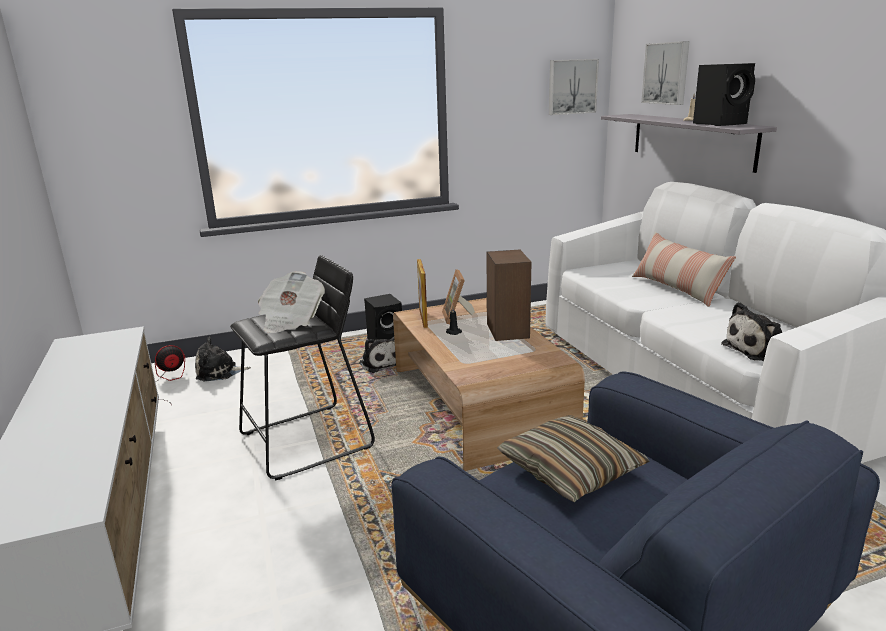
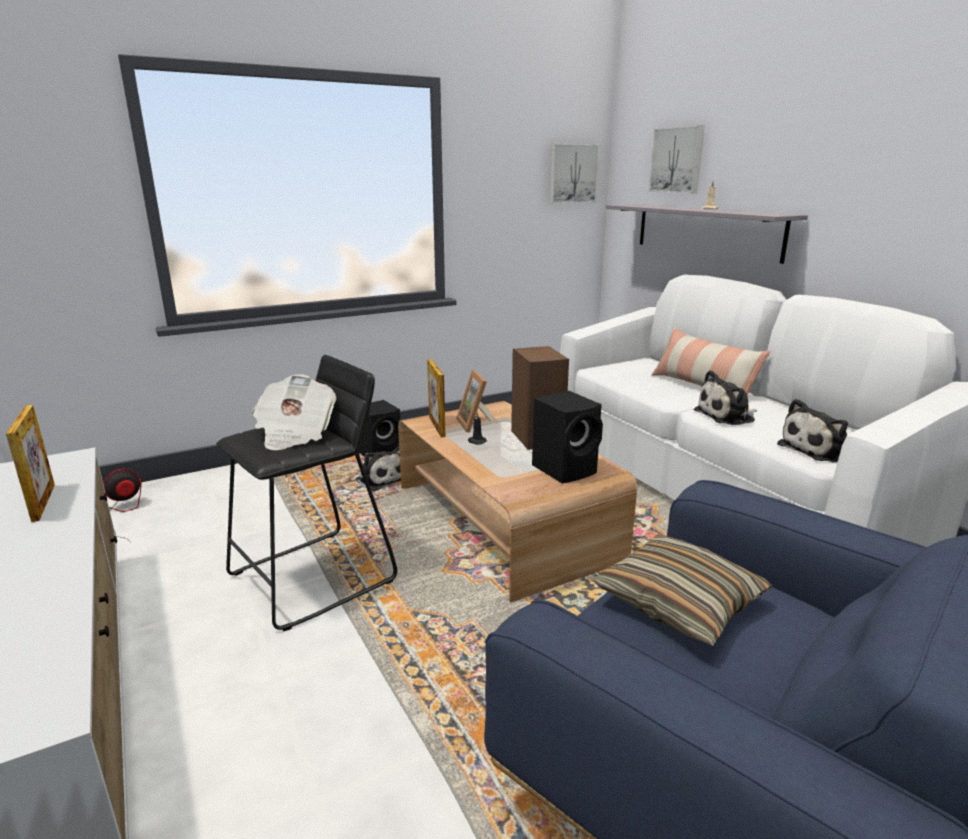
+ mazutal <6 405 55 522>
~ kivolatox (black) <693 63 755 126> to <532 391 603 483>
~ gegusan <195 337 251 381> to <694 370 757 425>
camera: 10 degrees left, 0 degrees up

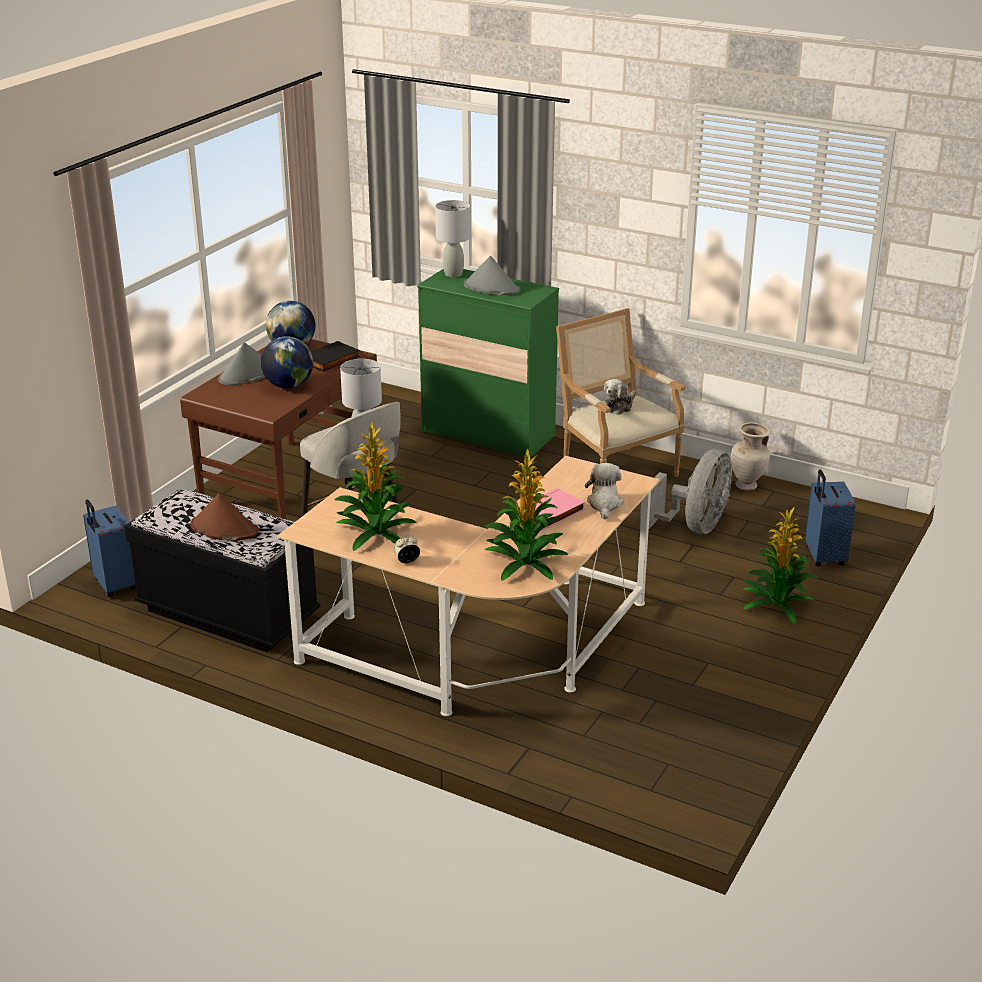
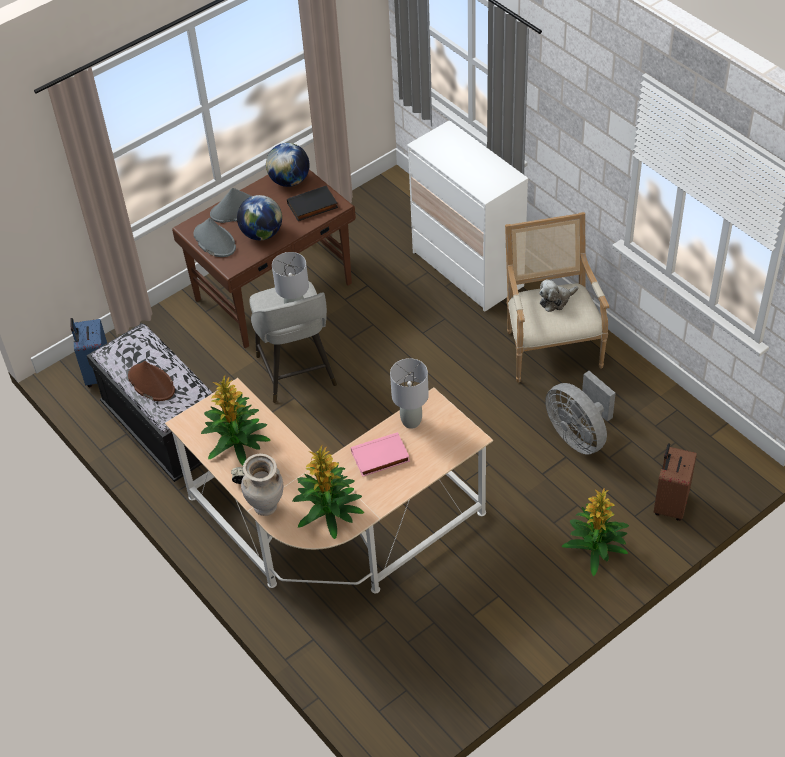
~ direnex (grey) <464 256 520 295> to <194 218 236 257>
~ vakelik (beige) <730 422 770 490> to <241 454 283 516>
~ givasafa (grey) <435 200 470 277> to <390 358 429 429>
~ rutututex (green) <417 269 559 458> to rutututex (white) <407 120 528 312>
~ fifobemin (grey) <640 449 732 534> = <545 371 616 454> 90 degrees clockwise
~ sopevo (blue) <805 469 856 566> to sopevo (brown) <653 443 697 521>
- gegusan <585 463 624 520>
camera: 25 degrees right, 20 degrees up

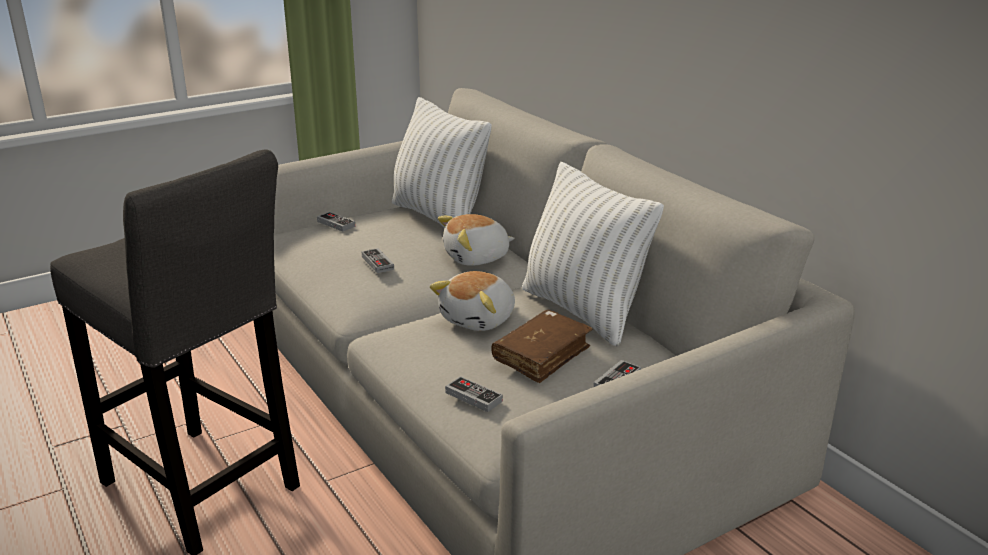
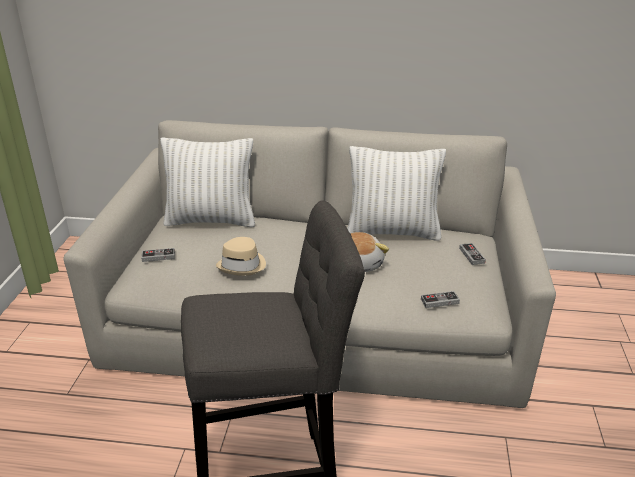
~ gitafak <362 248 394 273> to direnex (beige) <216 237 266 276>
- gegusan <438 214 515 266>
- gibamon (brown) <491 310 592 383>
camera: 50 degrees left, 5 degrees up

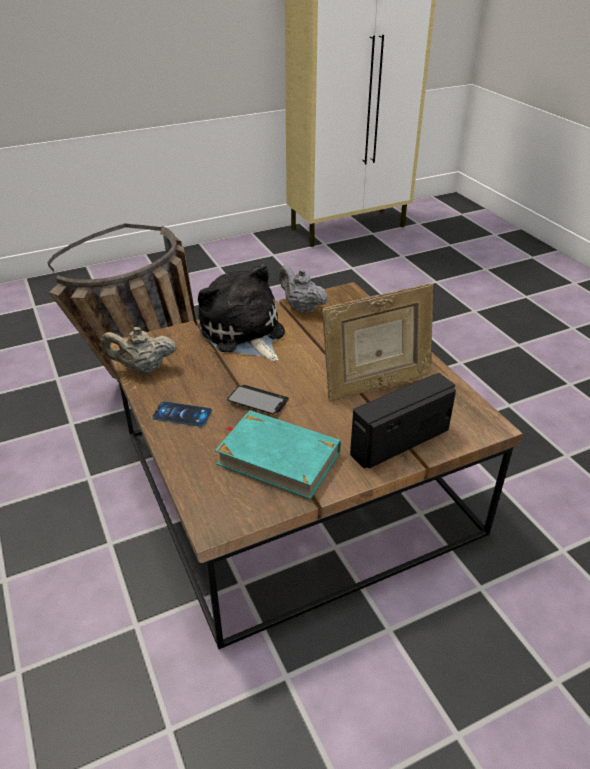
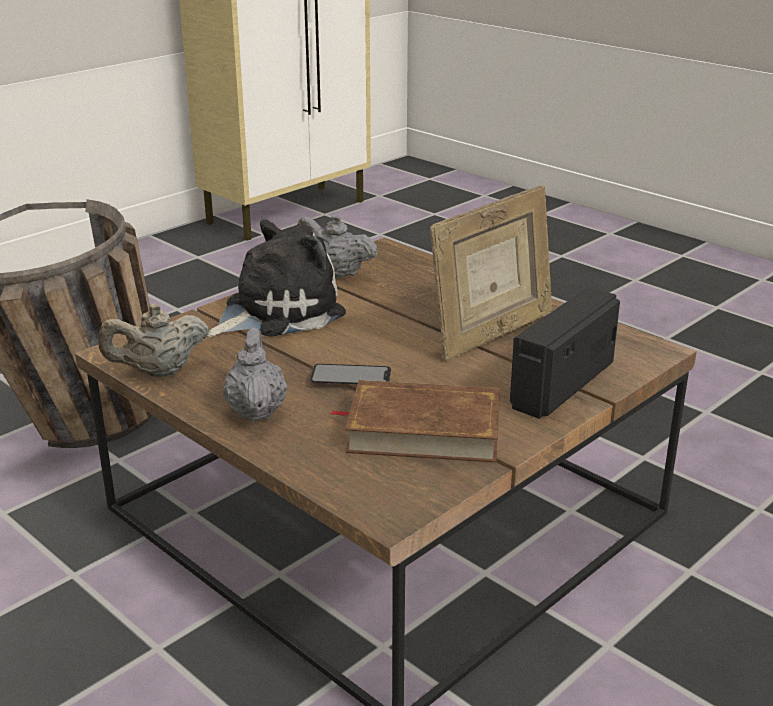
~ gegusan <198 264 285 361> = <207 219 346 337> 105 degrees clockwise
~ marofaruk <152 401 212 427> to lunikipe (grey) <223 327 287 421>
~ gibamon (turquoise) <215 410 341 499> to gibamon (brown) <329 380 500 462>
camera: 20 degrees left, 10 degrees down

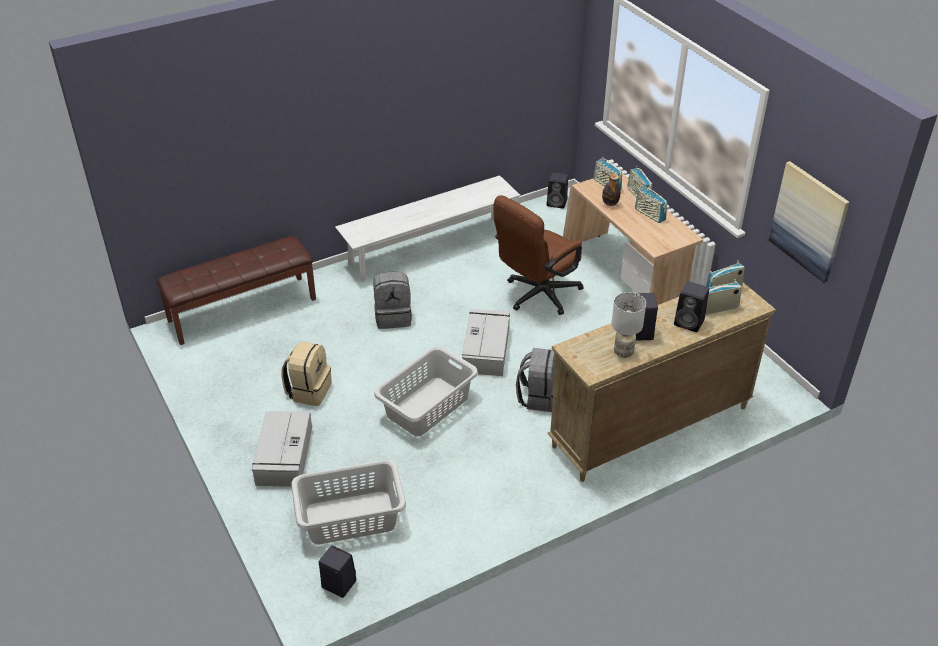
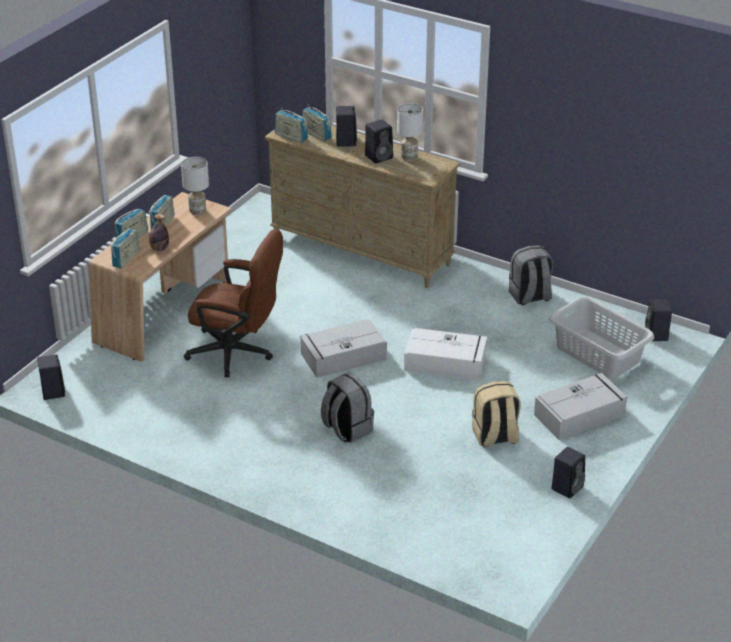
+ givasafa (white) <181 157 209 215>
~ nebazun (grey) <374 346 478 436> to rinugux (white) <404 328 487 380>
~ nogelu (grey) <516 348 556 412> to <509 245 553 305>
+ kivolatox (black) <551 447 585 498>
- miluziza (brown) <157 236 316 345>
- miluziza (white) <335 175 520 282>
- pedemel <769 161 849 283>
camera: 120 degrees left, 5 degrees down

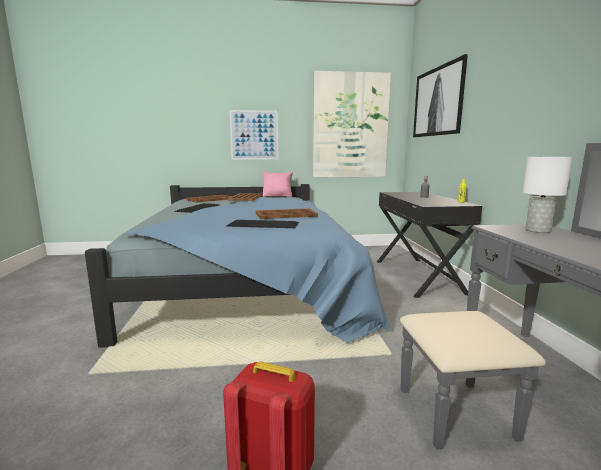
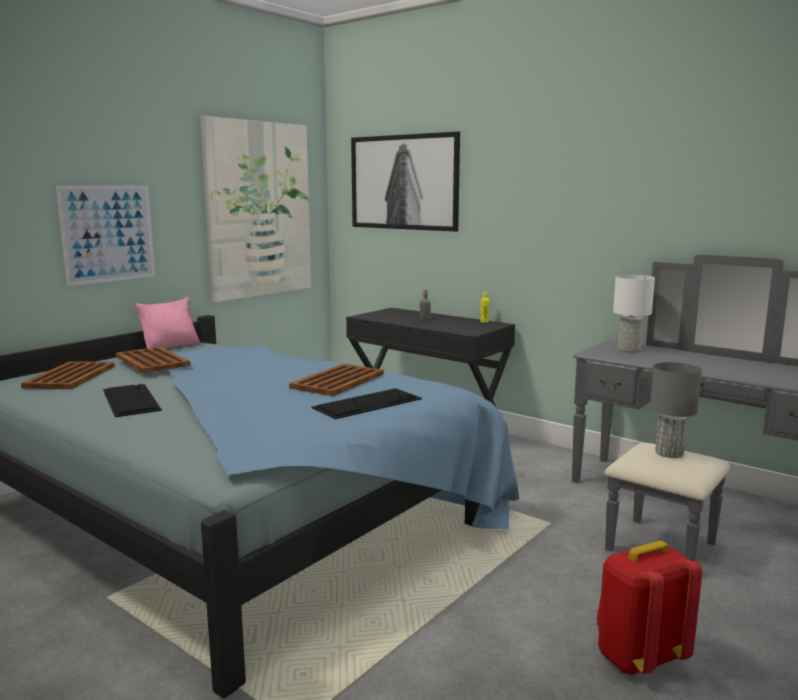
+ givasafa (grey) <650 362 702 458>
camera: 45 degrees left, 0 degrees up

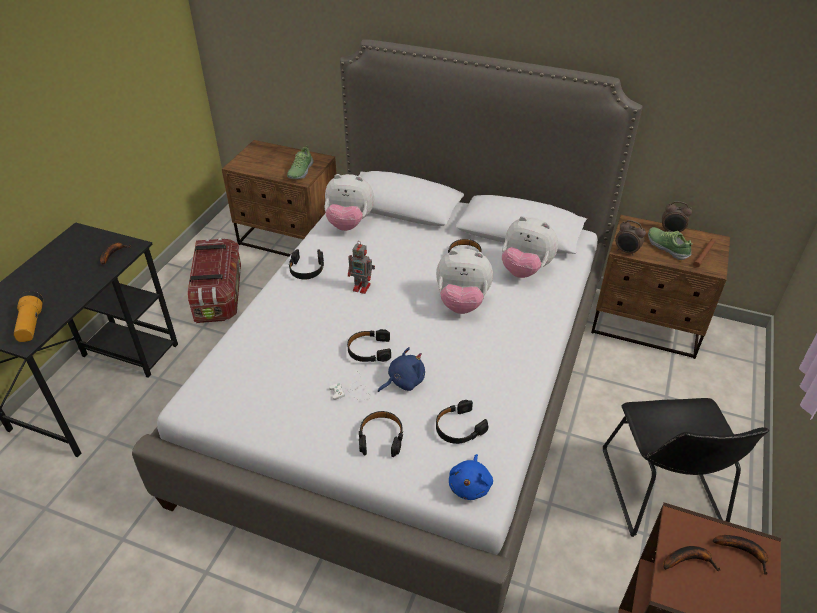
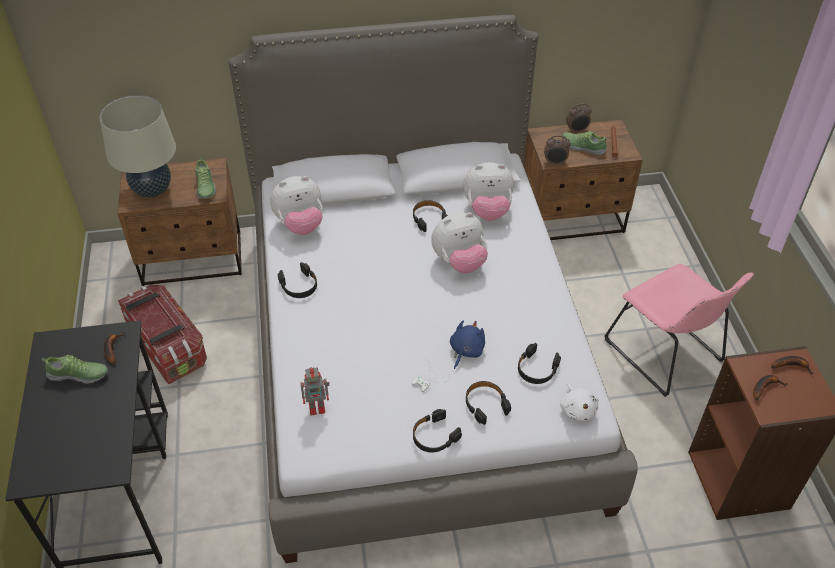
+ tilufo <42 355 108 384>
+ givasafa (beige) <100 95 176 197>
~ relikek <348 242 375 294> to <300 367 330 415>
~ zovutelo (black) <347 329 391 362> to <413 409 462 452>
~ gegusan (blue) <449 454 493 500> to gegusan (white) <560 383 599 421>
~ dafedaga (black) <603 398 769 537> to dafedaga (pink) <604 264 754 397>
- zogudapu <14 291 43 342>
camera: 30 degrees left, 5 degrees up

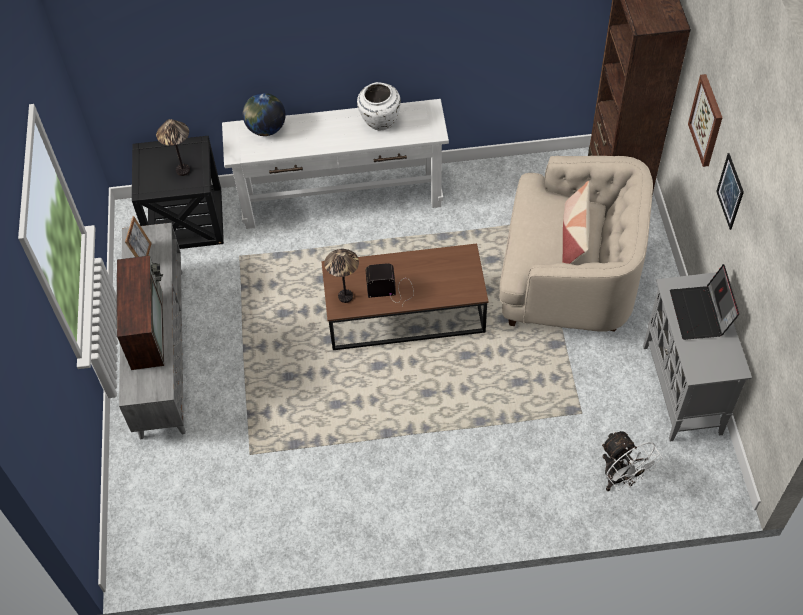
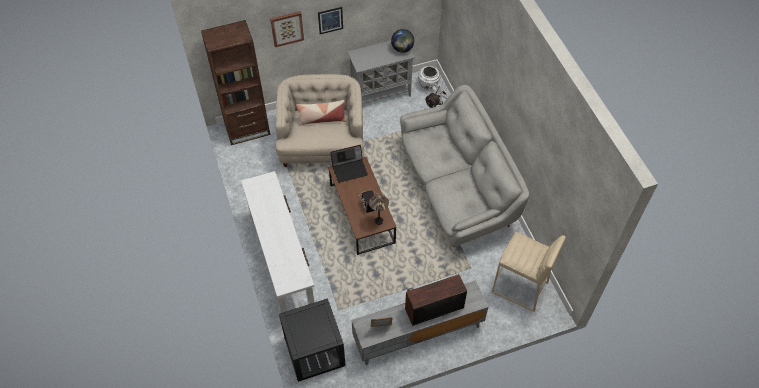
~ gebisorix <670 264 739 340> to <330 145 368 183>
~ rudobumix <243 93 285 136> to <391 29 414 53>
+ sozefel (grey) <400 85 529 247>
~ vakelik (white) <357 82 401 130> to <418 66 441 90>
+ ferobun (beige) <492 232 566 312>
- givasafa <156 119 190 176>
camera: 105 degrees left, 0 degrees up

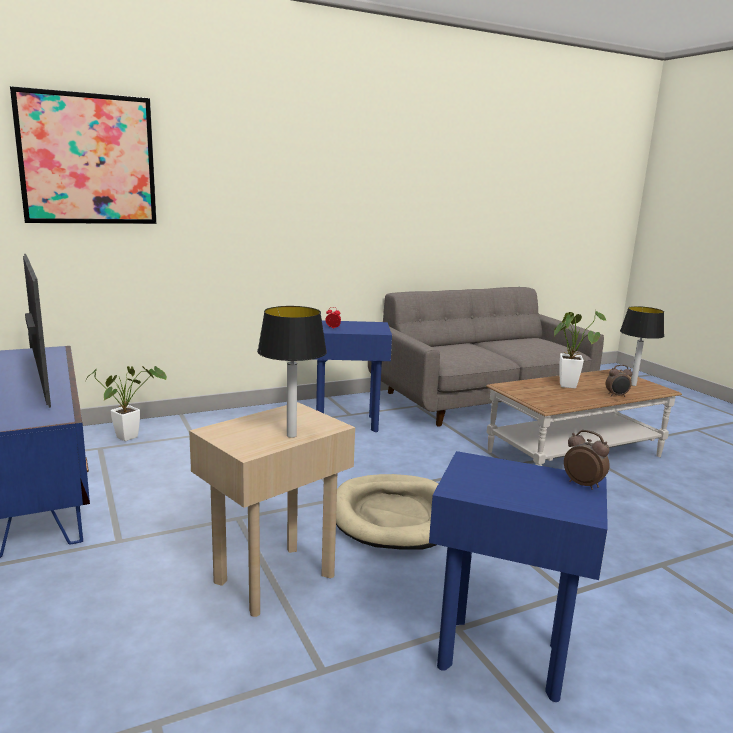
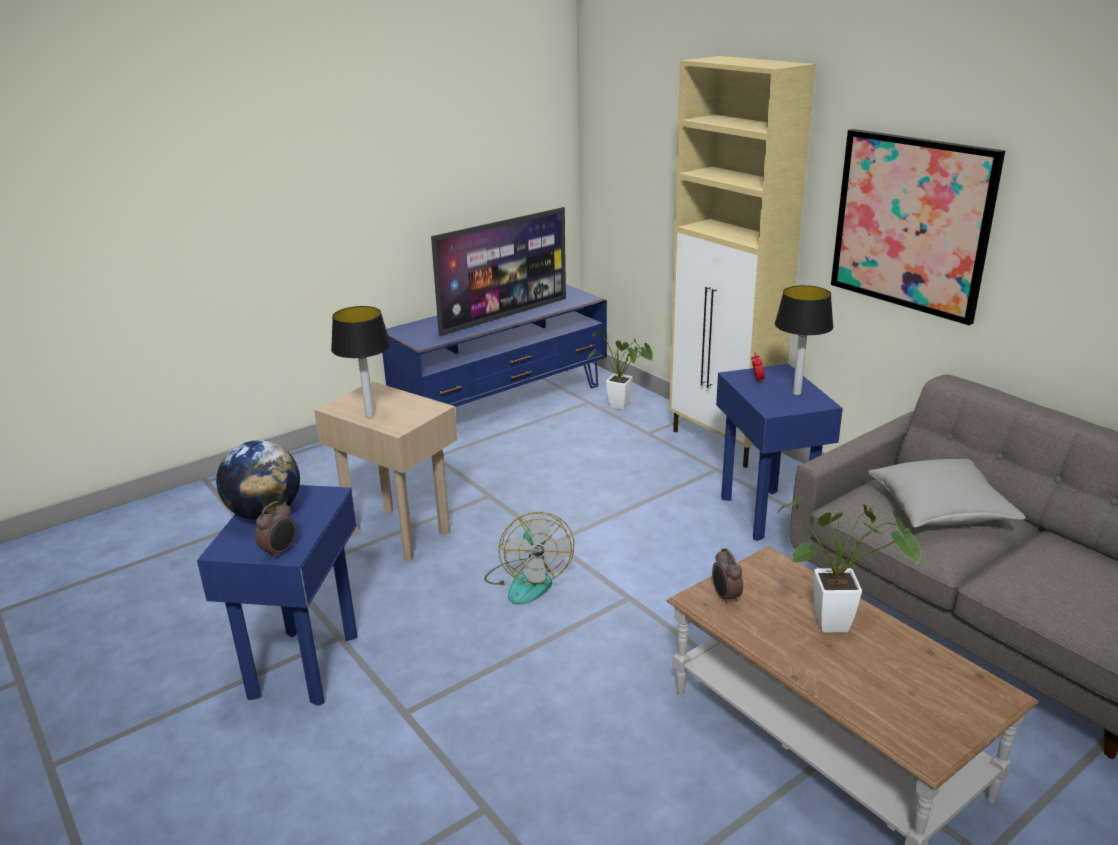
+ rudobumix <216 440 300 520>
~ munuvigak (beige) <336 474 438 550> to fifobemin <484 512 574 605>
+ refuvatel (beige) <669 56 816 468>
~ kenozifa <606 365 632 397> to <712 548 743 605>
~ givasafa <620 306 664 386> to <775 285 834 395>
~ pedemel <10 86 157 224> to <831 129 1005 325>
+ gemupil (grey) <868 459 1026 528>
camera: 80 degrees right, 10 degrees up

